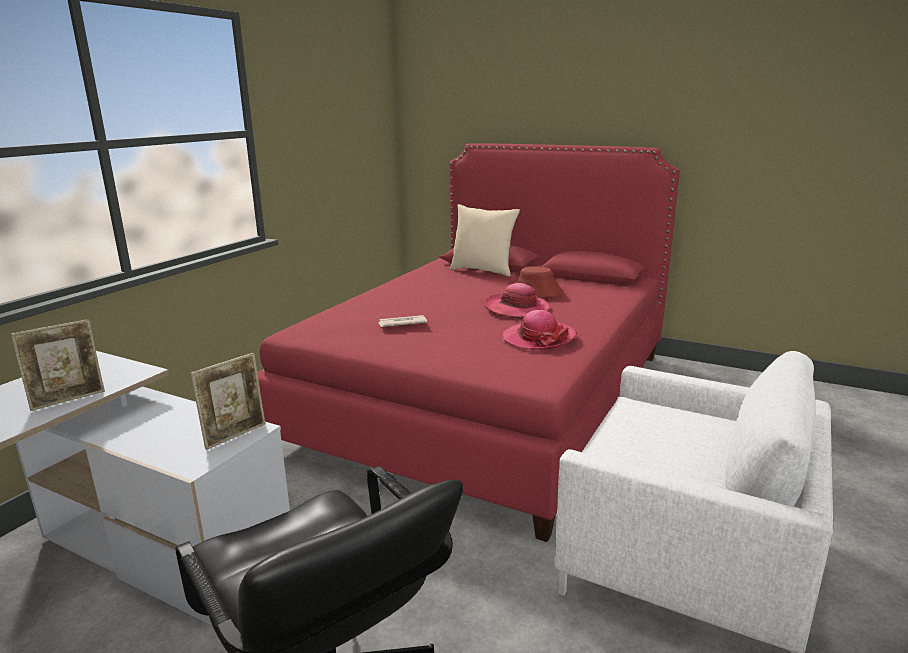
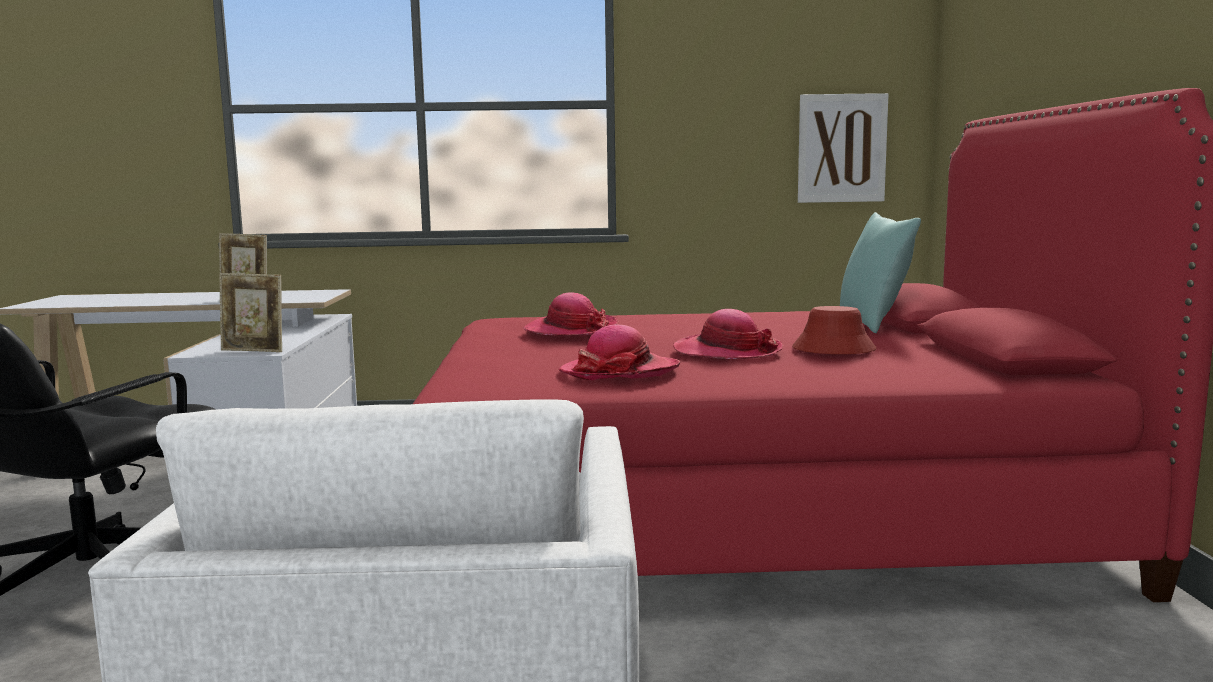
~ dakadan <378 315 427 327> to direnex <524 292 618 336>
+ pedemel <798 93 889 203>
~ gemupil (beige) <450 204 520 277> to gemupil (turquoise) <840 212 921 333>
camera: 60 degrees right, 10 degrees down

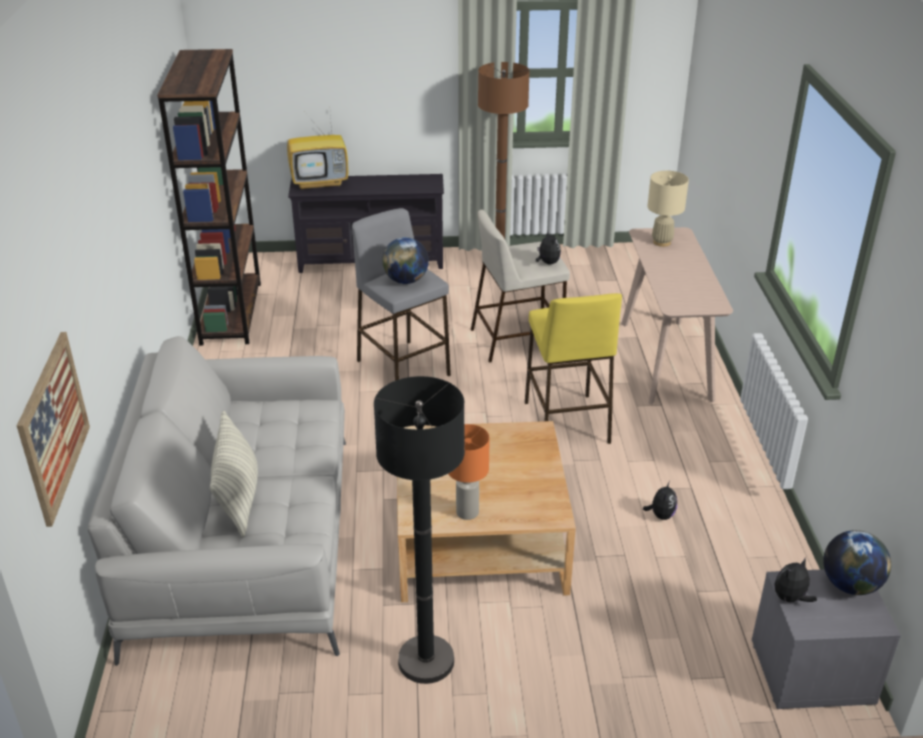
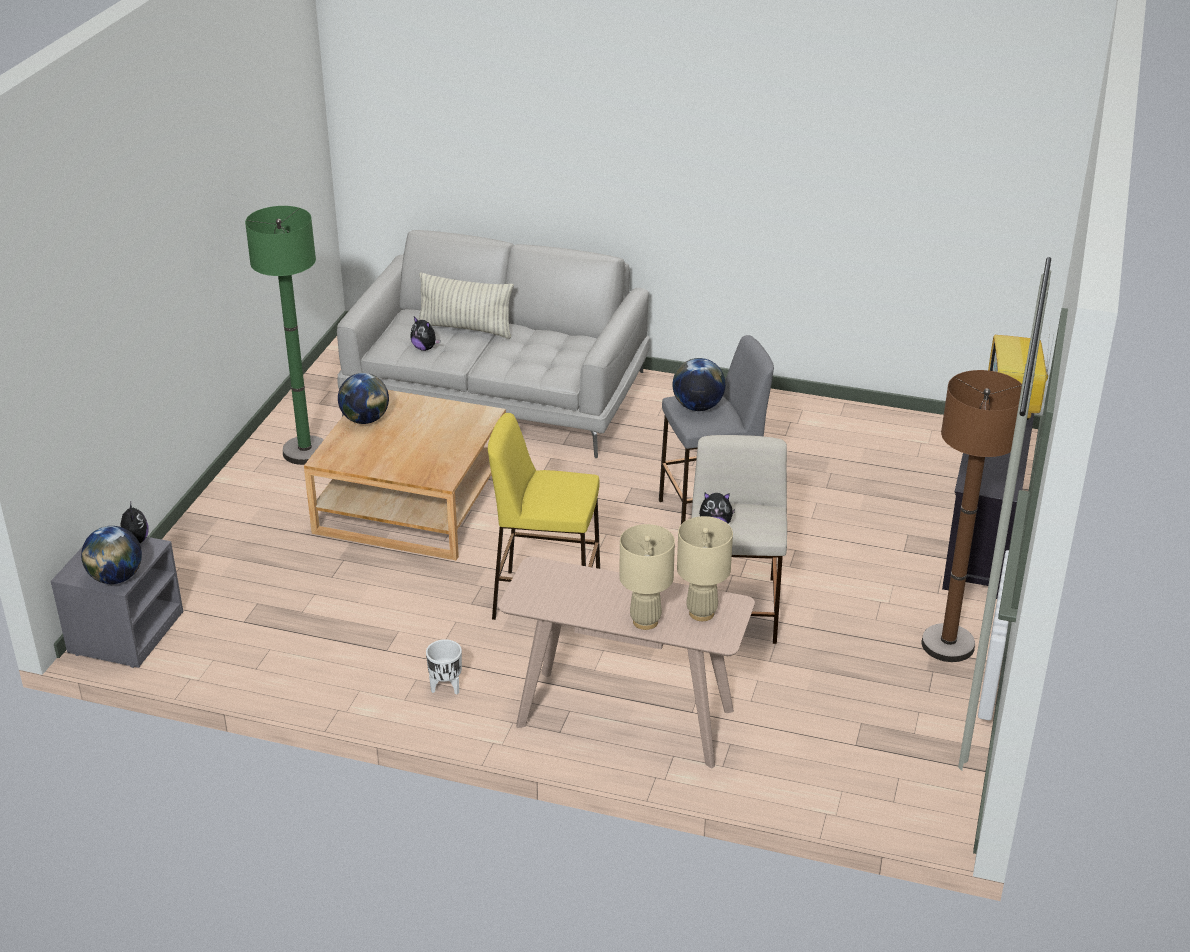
~ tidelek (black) <374 376 465 684> to tidelek (green) <245 206 324 465>
~ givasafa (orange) <448 424 490 520> to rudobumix <338 373 389 424>
~ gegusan <643 481 677 520> to <410 317 440 351>
+ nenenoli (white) <426 639 462 694>
+ givasafa (beige) <619 524 675 630>
- pedemel <17 332 90 527>
- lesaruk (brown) <157 49 261 346>
camera: 110 degrees right, 0 degrees up

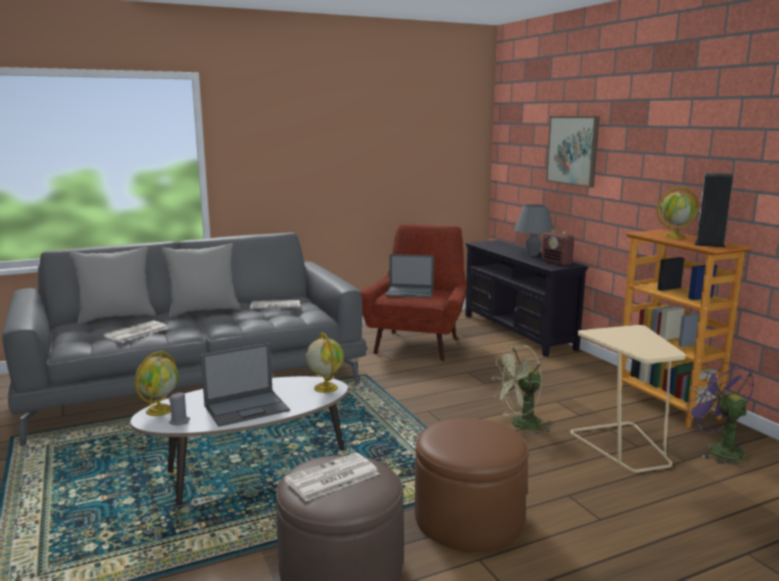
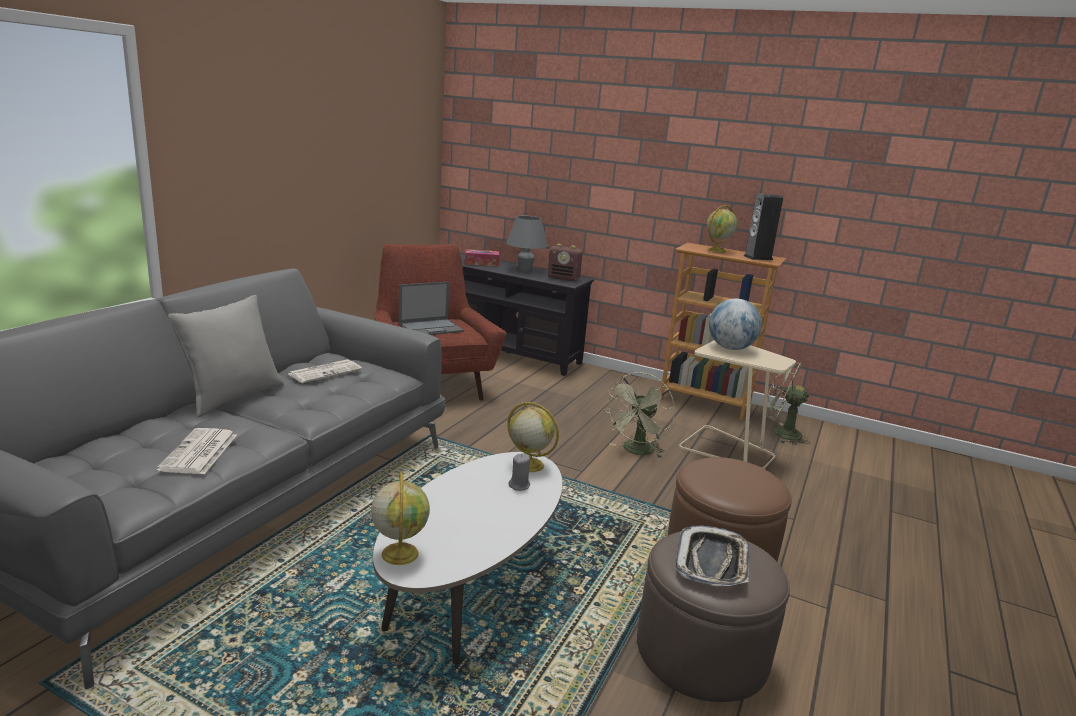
+ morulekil <465 249 499 266>
~ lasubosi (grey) <169 393 190 425> to <508 453 530 491>
~ dakadan <284 452 379 501> to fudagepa <676 526 749 586>
+ rudobumix <709 299 762 350>
~ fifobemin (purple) <685 362 754 467> to fifobemin (green) <766 362 811 445>
- gemupil (grey) <70 247 156 324>
- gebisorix <201 343 290 427>
- pedemel <546 116 600 188>
camera: 40 degrees left, 5 degrees up

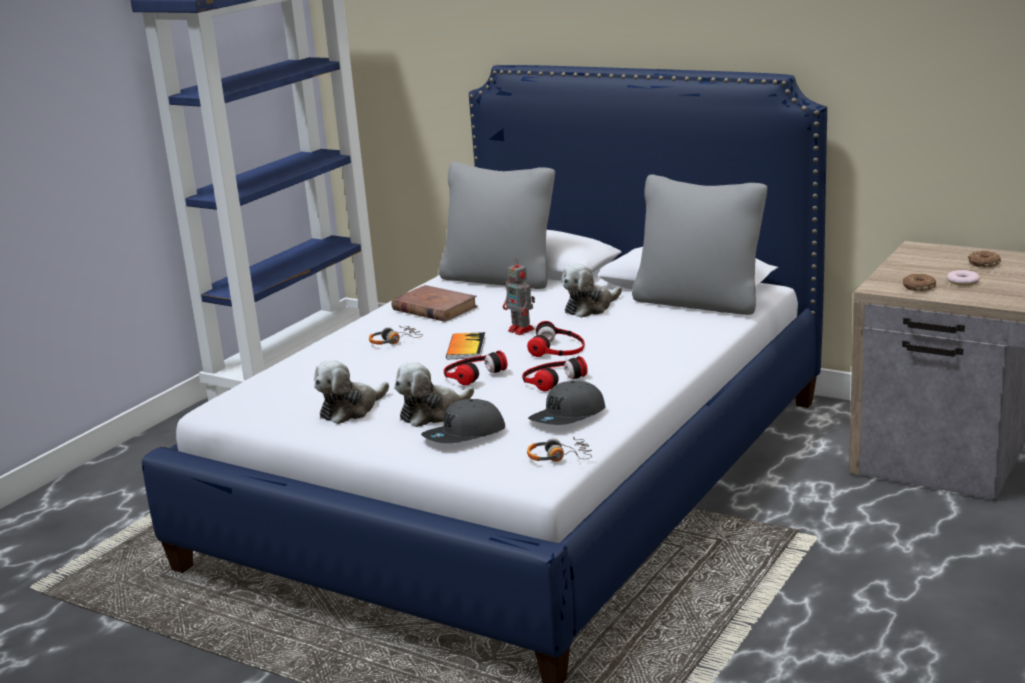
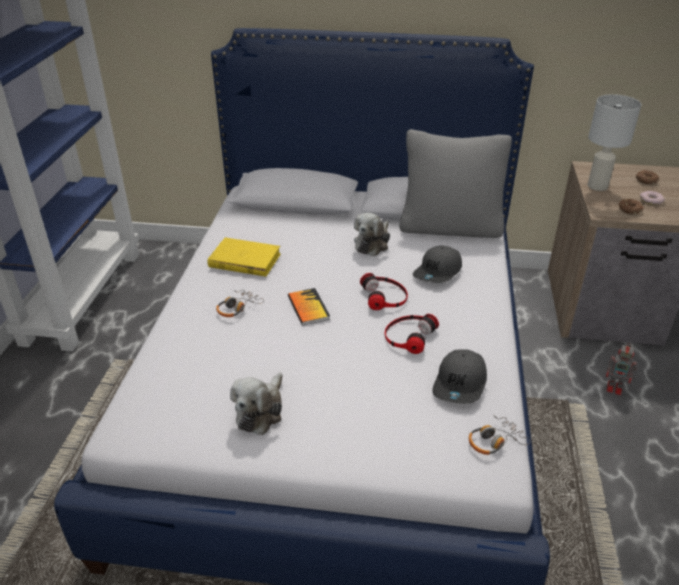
~ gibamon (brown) <392 285 478 322> to gibamon (yellow) <208 237 281 277>
~ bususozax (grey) <421 399 505 443> to <413 246 462 283>
+ givasafa (white) <588 94 641 191>
~ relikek <503 258 535 335> to <606 343 637 395>
- gegusan <394 362 474 427>
- gemupil (grey) <439 162 555 289>
- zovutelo <444 350 507 386>
camera: 25 degrees left, 15 degrees up

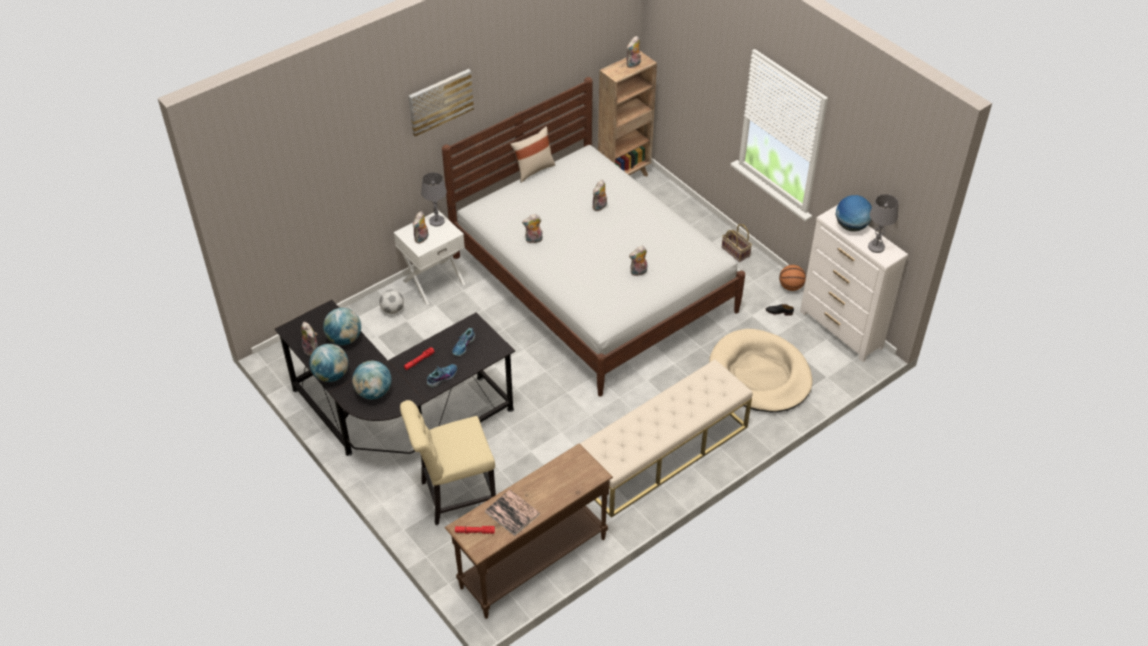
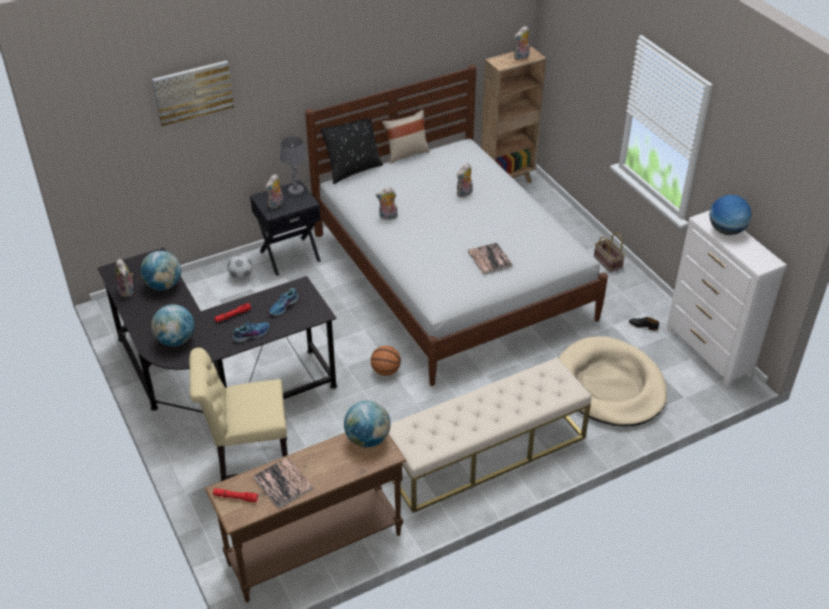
~ pedemel <408 69 474 137> to <152 60 234 127>
~ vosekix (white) <394 210 465 305> to vosekix (black) <250 181 321 276>
+ gemupil (black) <320 118 383 184>
~ rudobumix <309 344 349 382> to <344 401 391 448>
~ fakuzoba <779 265 806 291> to <371 346 401 376>
~ gegusan <629 246 647 276> to gibamon <467 242 513 274>
- givasafa (grey) <868 194 898 253>
camera: 10 degrees right, 5 degrees down

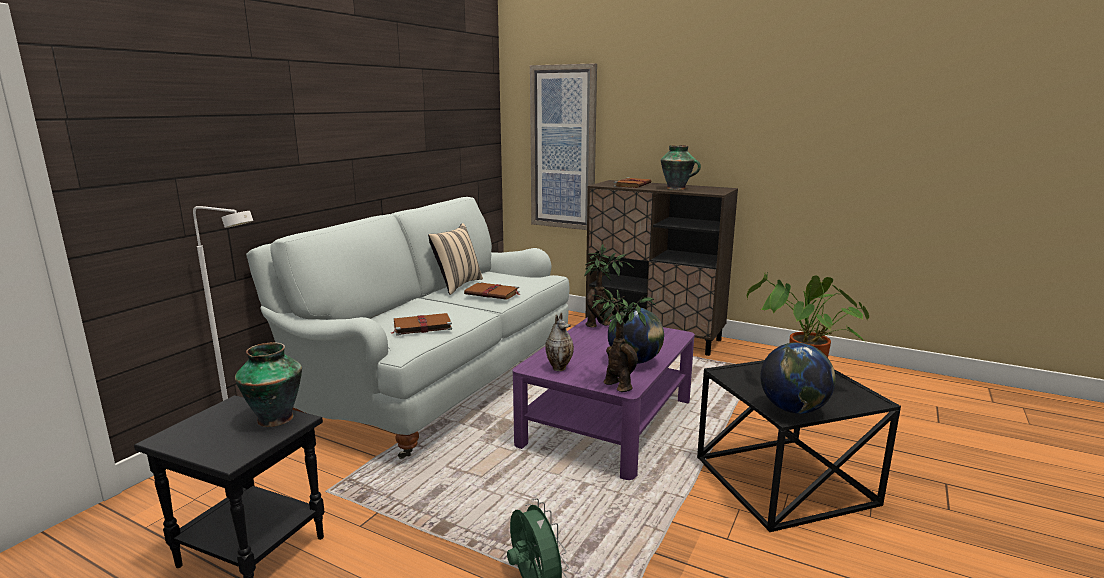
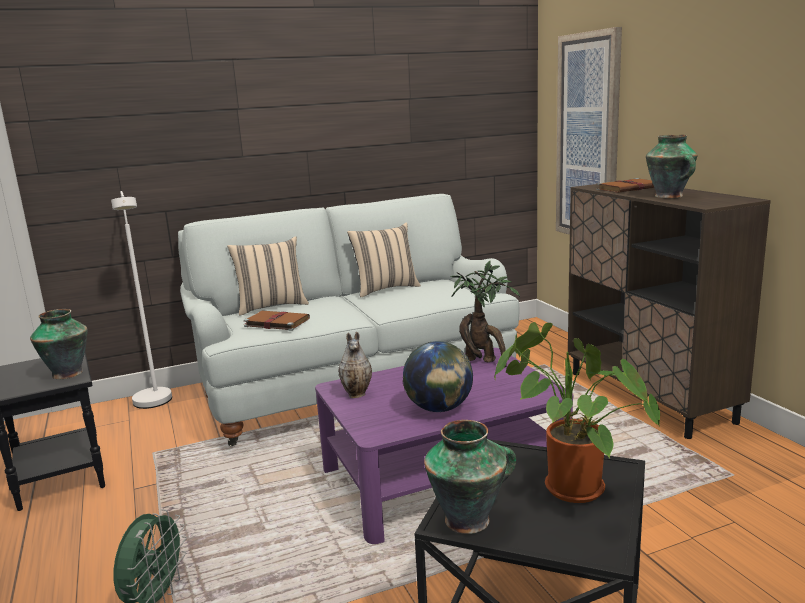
+ gemupil (beige) <227 236 309 316>
~ rudobumix <760 343 836 414> to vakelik <424 420 516 534>
- gibamon (brown) <464 282 520 300>
- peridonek <592 288 656 392>
camera: 40 degrees right, 0 degrees up

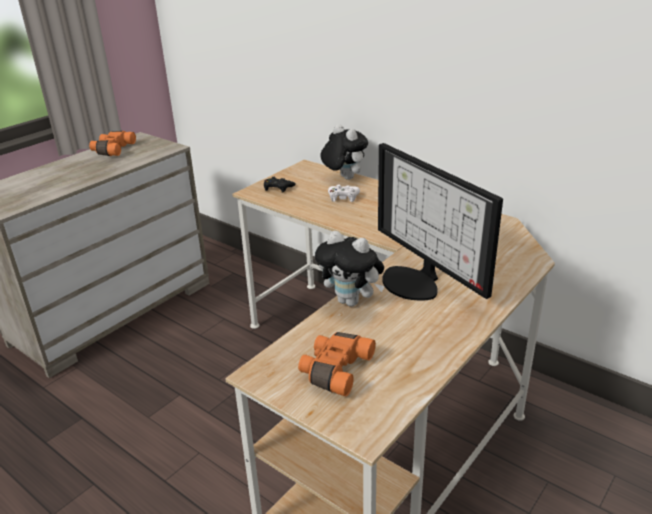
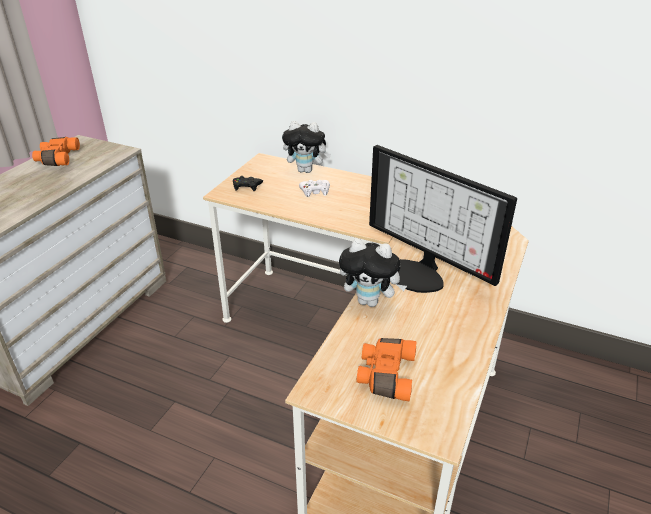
~ gegusan <320 124 368 180> = <282 121 331 173> 150 degrees clockwise
camera: 15 degrees left, 5 degrees up

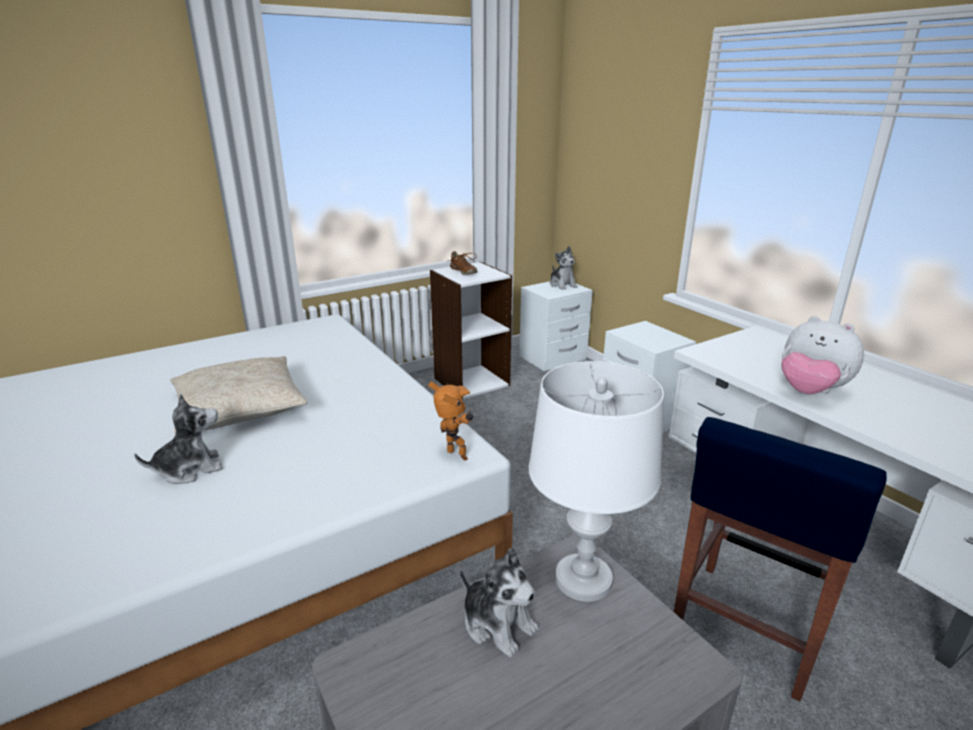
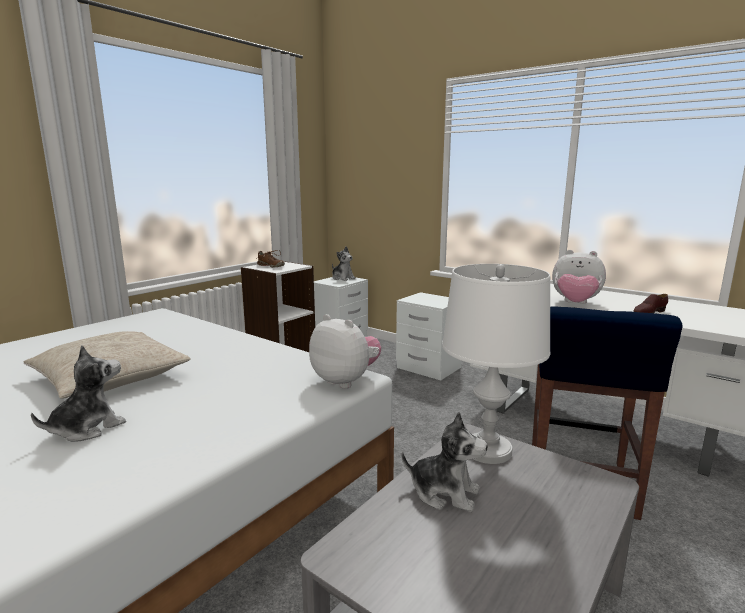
~ relikek <428 381 474 461> to gegusan <309 314 381 389>
+ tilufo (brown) <634 294 668 313>
camera: 20 degrees left, 10 degrees down

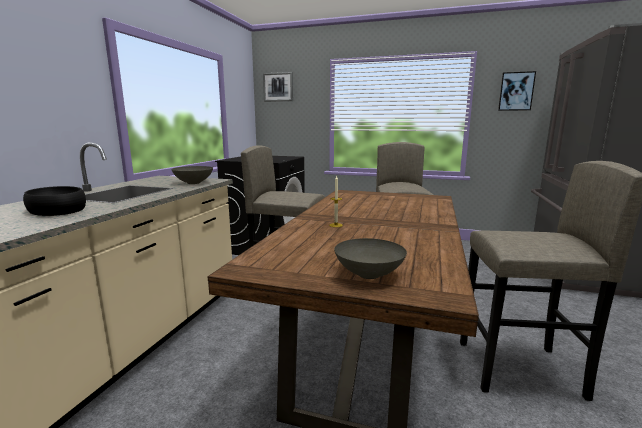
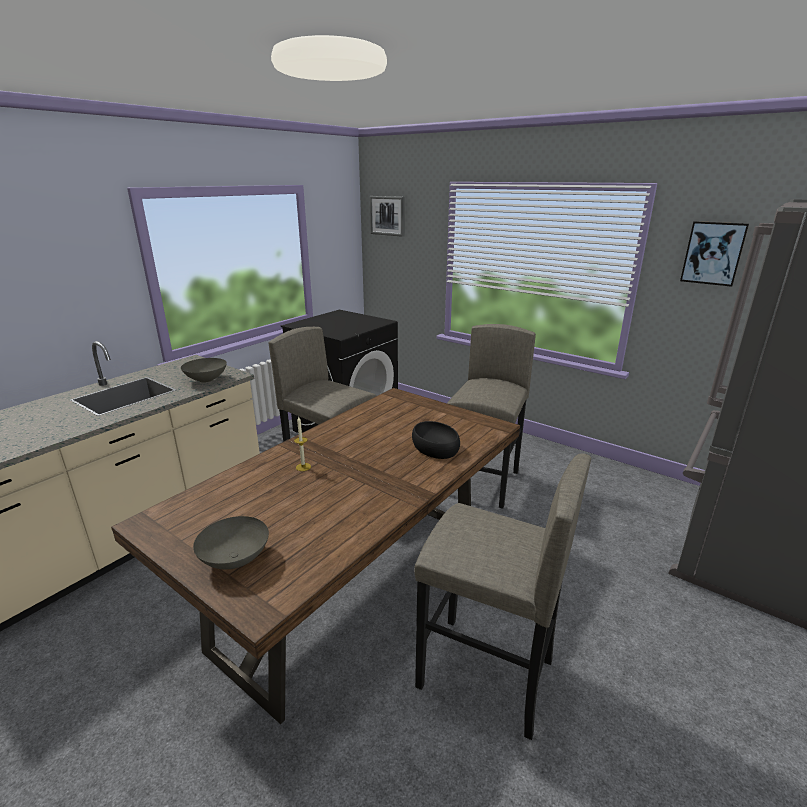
~ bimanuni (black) <23 186 86 216> to <412 421 460 459>
camera: 20 degrees right, 10 degrees up

